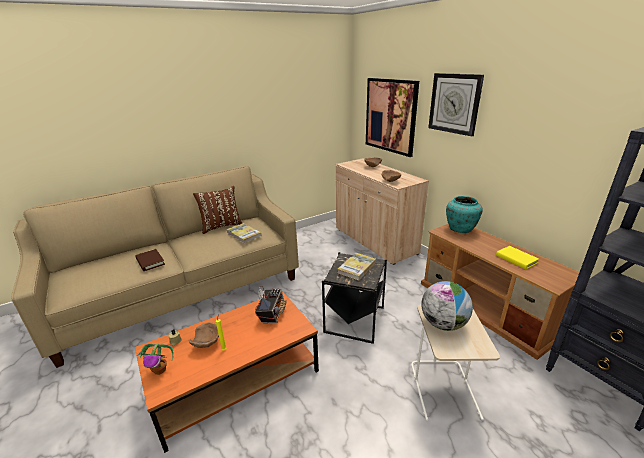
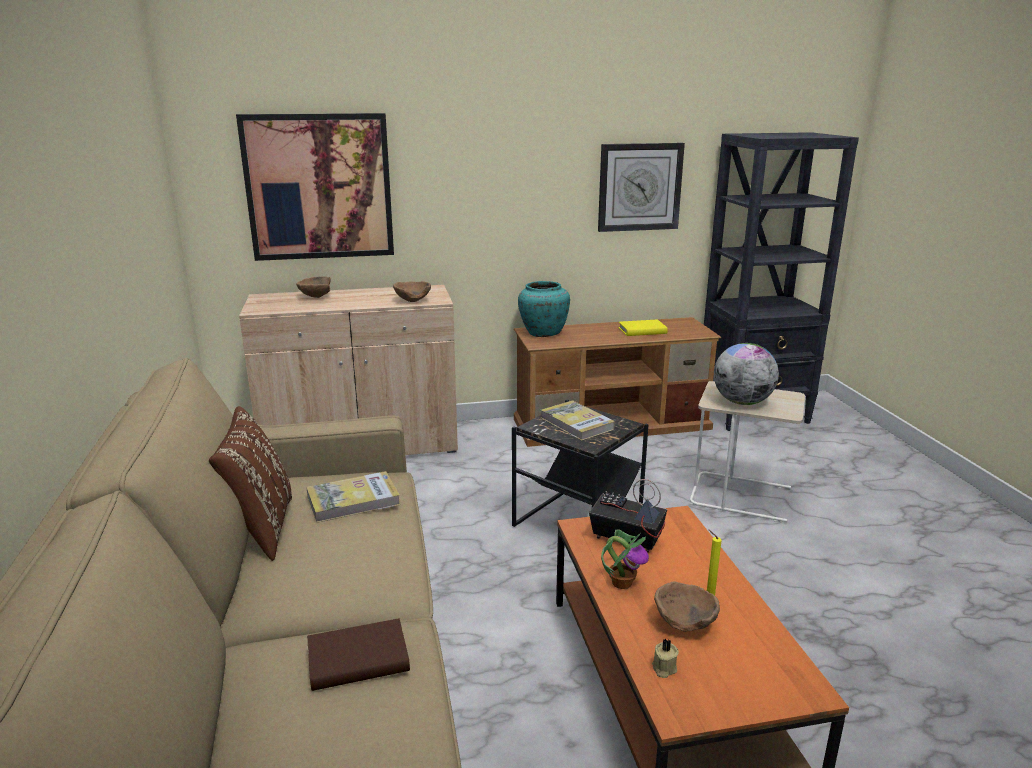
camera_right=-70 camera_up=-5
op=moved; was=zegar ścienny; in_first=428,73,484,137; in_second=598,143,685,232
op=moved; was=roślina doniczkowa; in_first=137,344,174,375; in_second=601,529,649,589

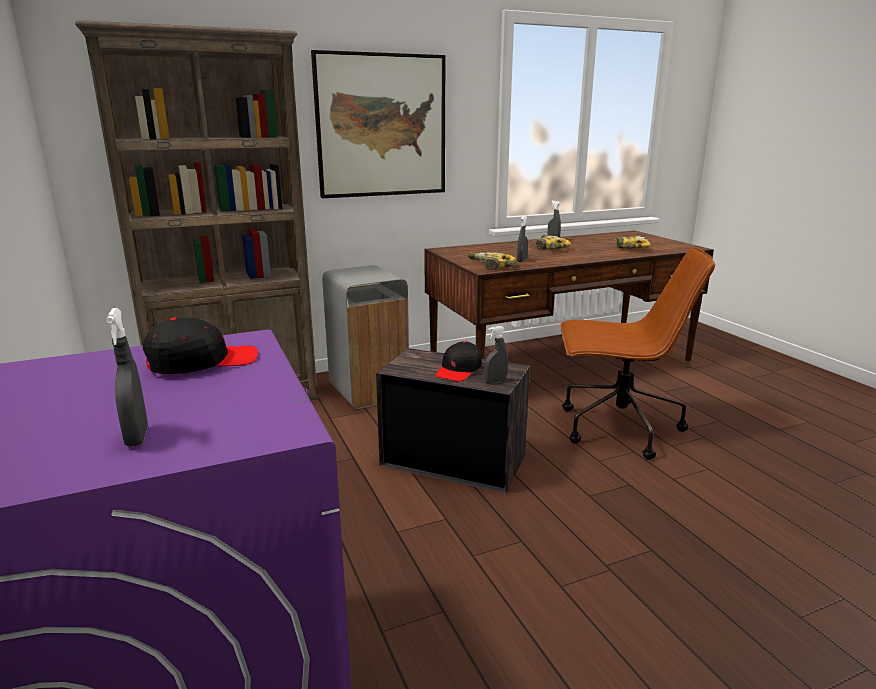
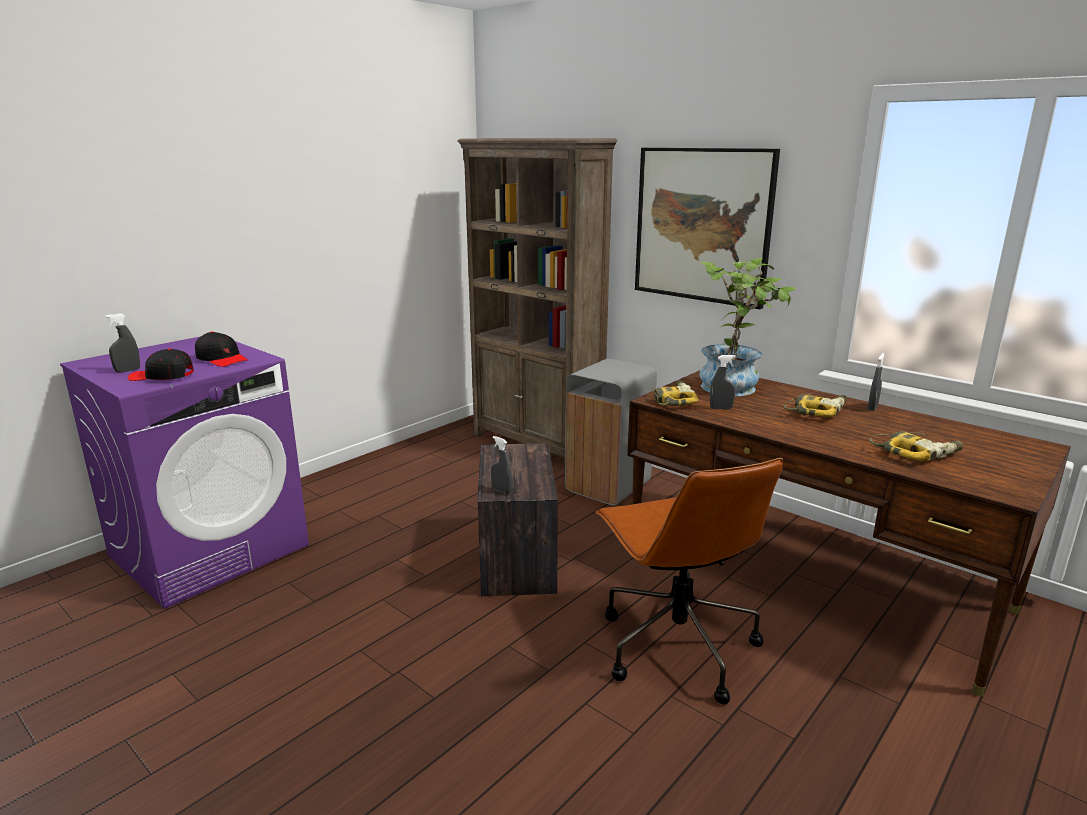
camera_right=65 camera_up=0
op=moved; was=czapka z daszkiem [czarny]; in_first=436,341,482,382; in_second=128,348,194,381
op=added; now=roślina doniczkowa; in_second=699,258,797,396

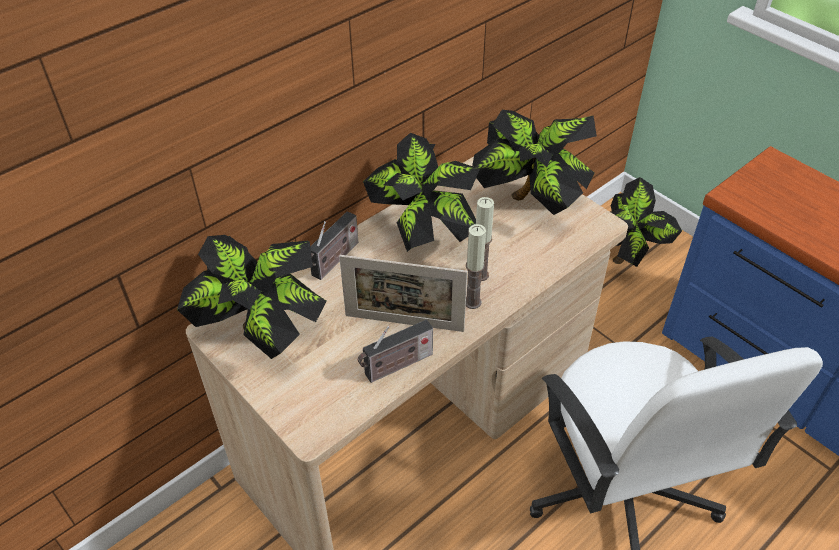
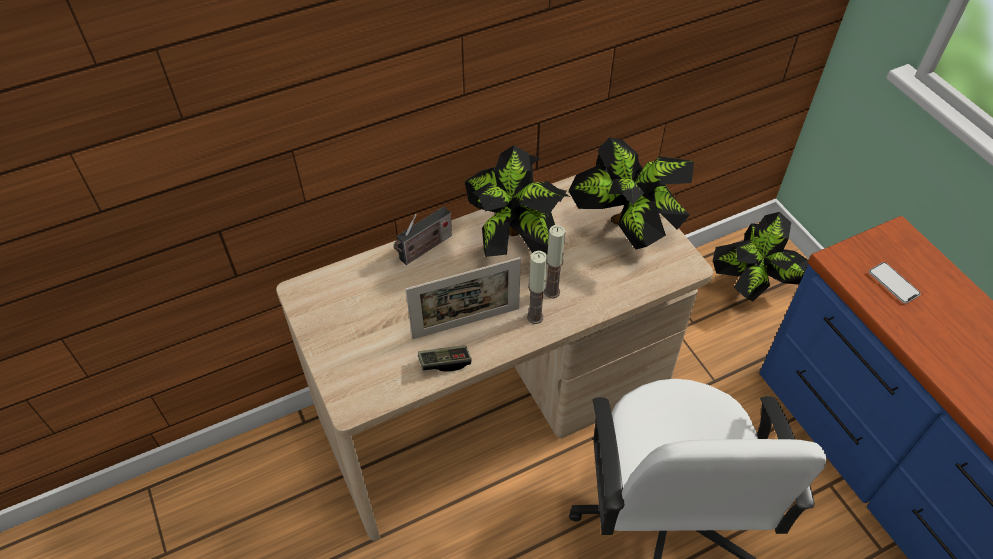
camera_right=15 camera_up=5
op=turned; was=ramka na zdjęcie; in_first=339,255,467,332; in_second=405,257,521,339; clockwise=-45
op=replaced; was=radio; now=pad do gier; in_first=358,320,433,383; in_second=418,345,472,372
op=added; now=telefon; in_second=869,262,921,304
op=removed; was=roślina doniczkowa; in_first=177,235,327,359

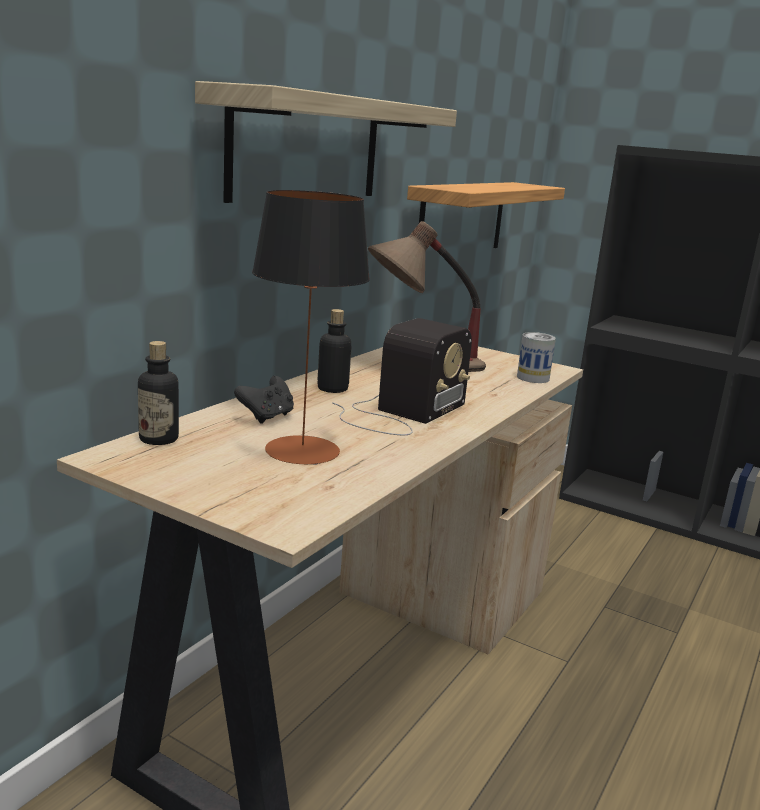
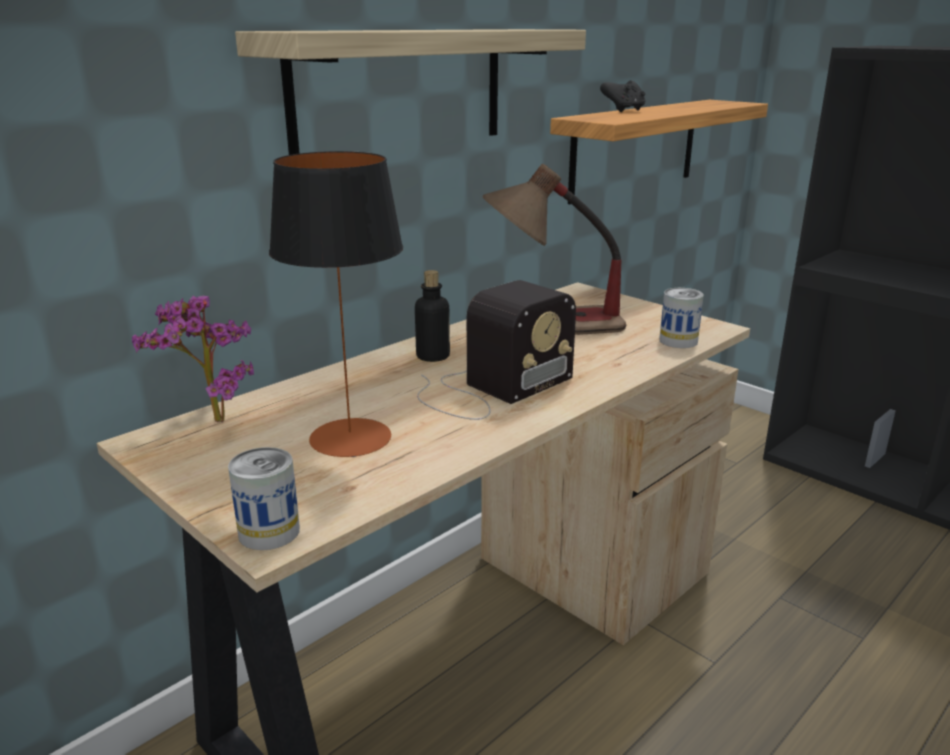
camera_right=15 camera_up=5
op=replaced; was=butelka; now=roślina doniczkowa; in_first=138,341,179,445; in_second=132,296,254,423
op=added; now=puszka; in_second=228,447,300,550
op=moved; was=pad do gier [czarny]; in_first=234,376,294,424; in_second=600,81,646,112

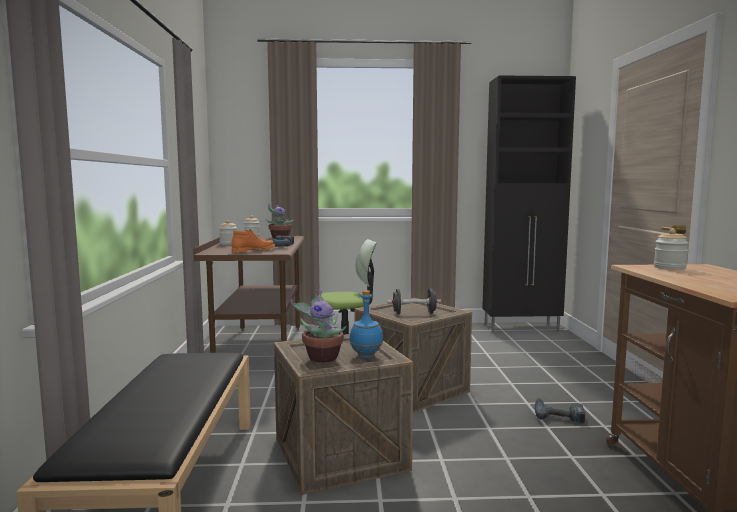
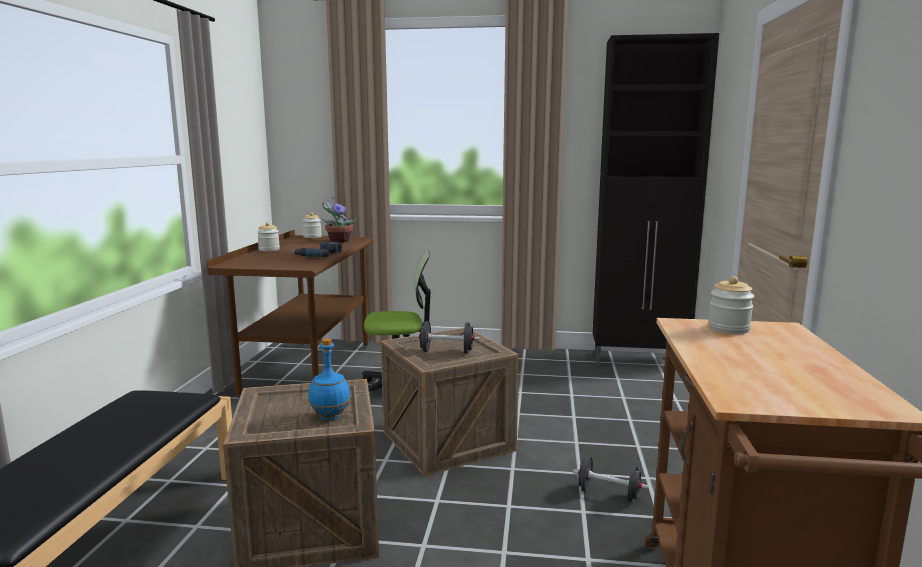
camera_right=10 camera_up=5
op=replaced; was=wiertarka; now=hantel [czarny]; in_first=535,398,585,424; in_second=573,456,648,503
op=removed; was=but z cholewką [pomarańczowy]; in_first=232,229,275,253
op=removed; was=roślina doniczkowa; in_first=290,290,346,362

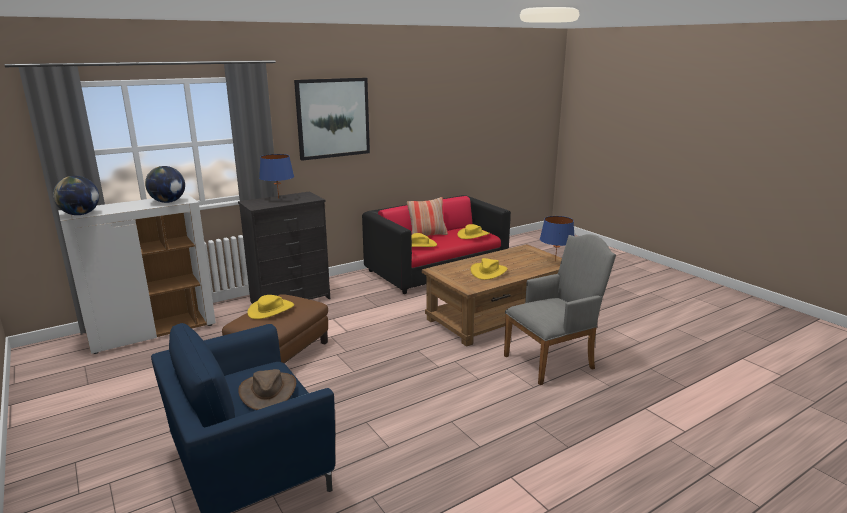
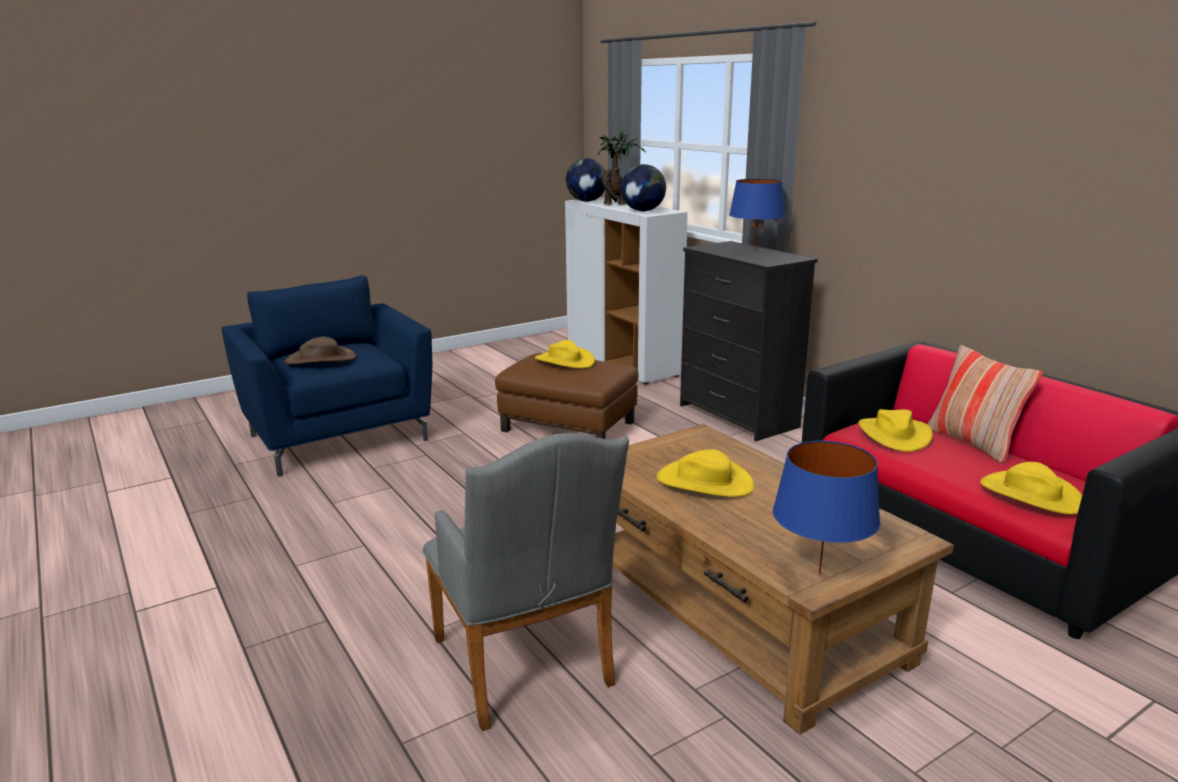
camera_right=90 camera_up=0
op=added; now=roślina doniczkowa; in_second=597,130,646,205
op=removed; was=obraz; in_first=294,78,370,161

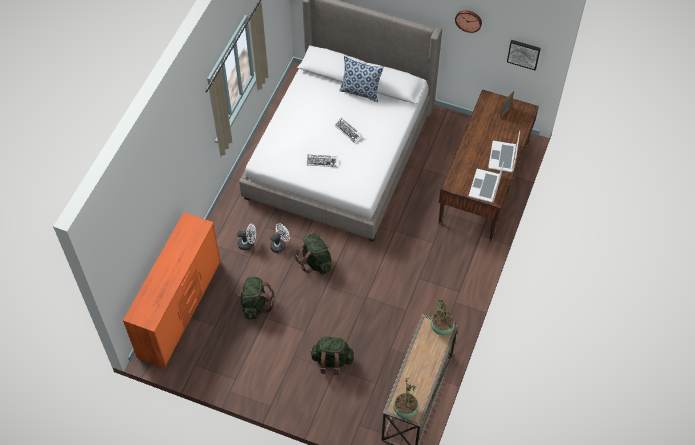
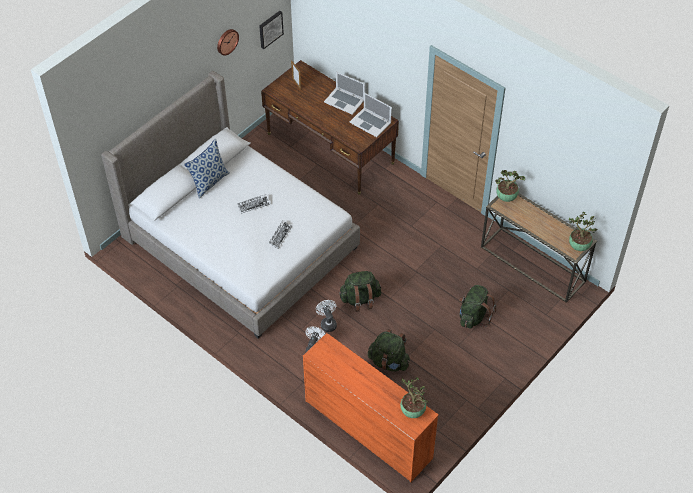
camera_right=-70 camera_up=-5
op=added; now=roślina doniczkowa; in_second=400,377,430,418

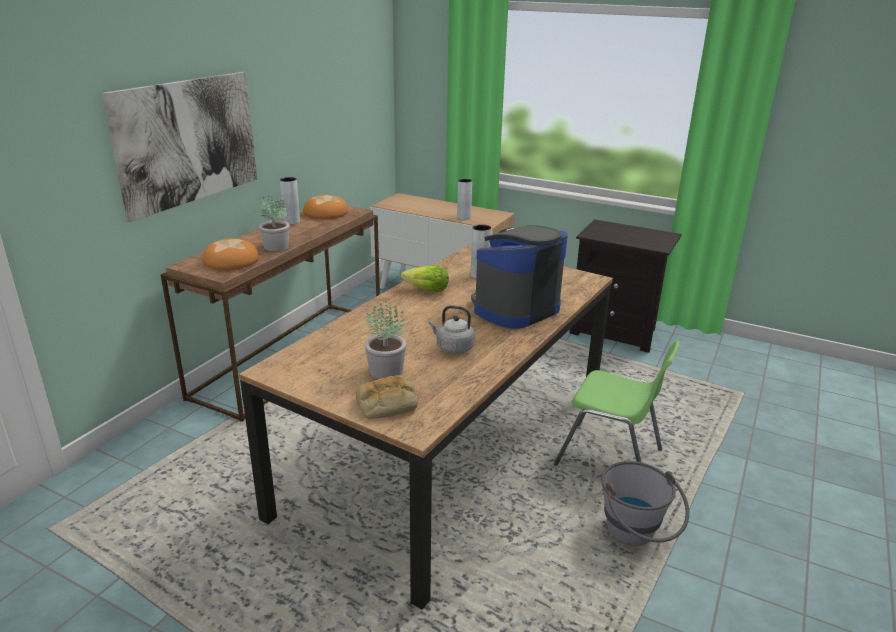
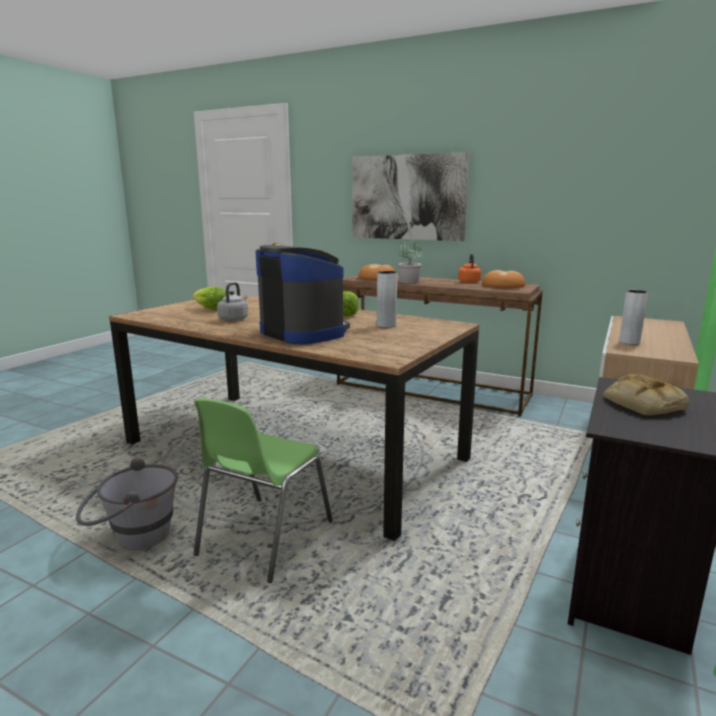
camera_right=90 camera_up=-10
op=replaced; was=roślina doniczkowa; now=sałata; in_first=365,301,406,379; in_second=192,287,226,310
op=replaced; was=wazon [szary]; now=czajnik [pomarańczowy]; in_first=280,177,300,225; in_second=458,254,481,283
op=moved; was=chleb; in_first=356,375,418,419; in_second=603,374,689,415

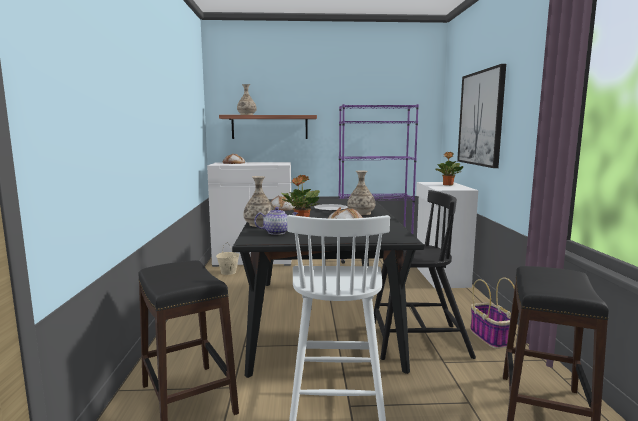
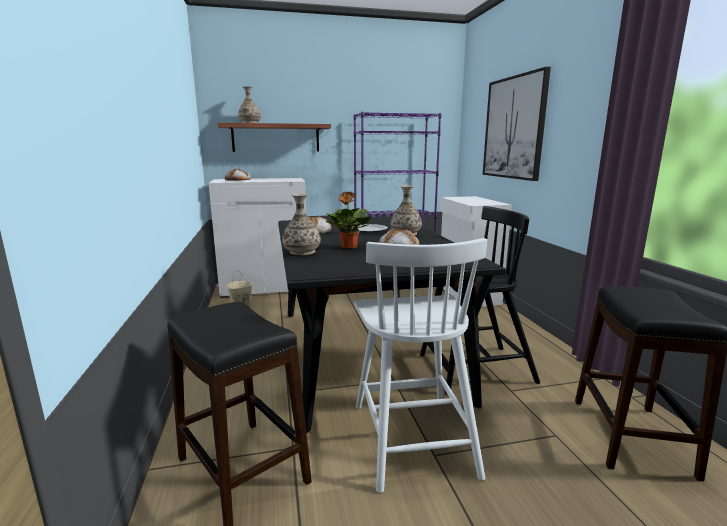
camera_right=-10 camera_up=5
op=removed; was=imbryk; in_first=254,207,298,235
op=removed; was=roślina doniczkowa; in_first=435,152,464,186
op=removed; was=koszyk; in_first=470,277,515,349

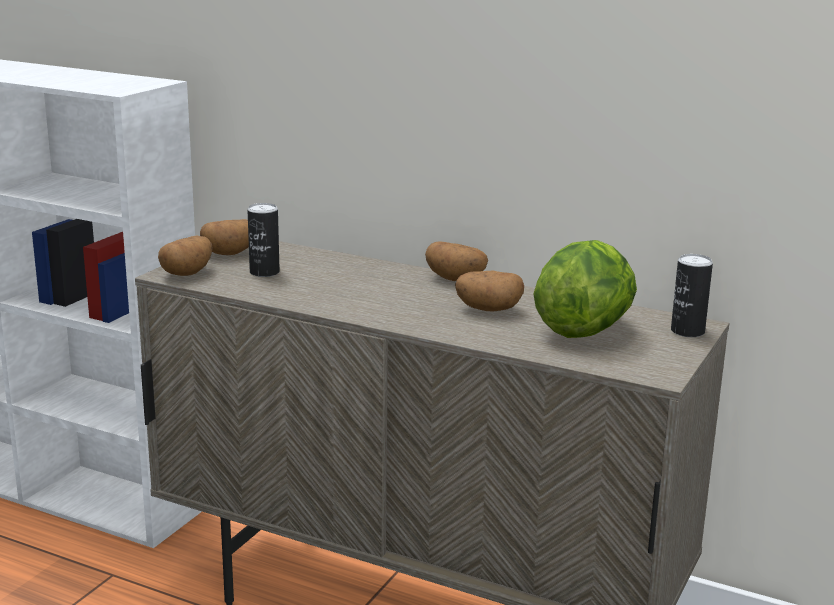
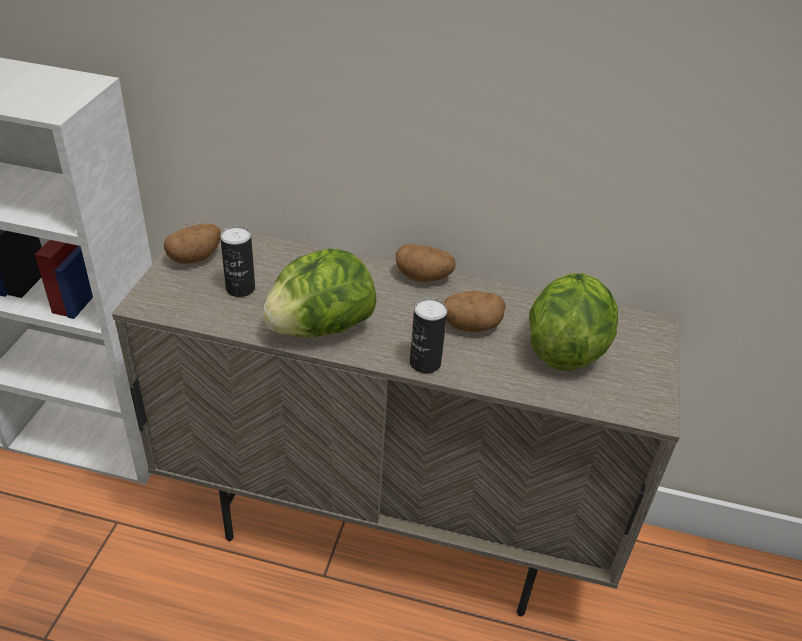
camera_right=-15 camera_up=20
op=added; now=sałata; in_second=263,249,377,337
op=moved; was=puszka; in_first=671,254,713,337; in_second=410,298,447,373
op=removed; was=ziemniak; in_first=158,236,213,276

